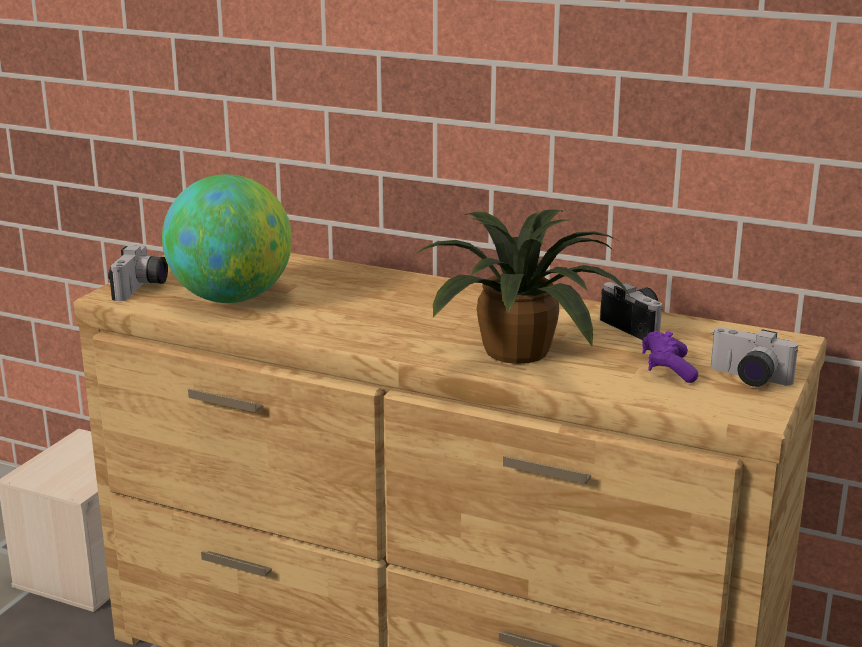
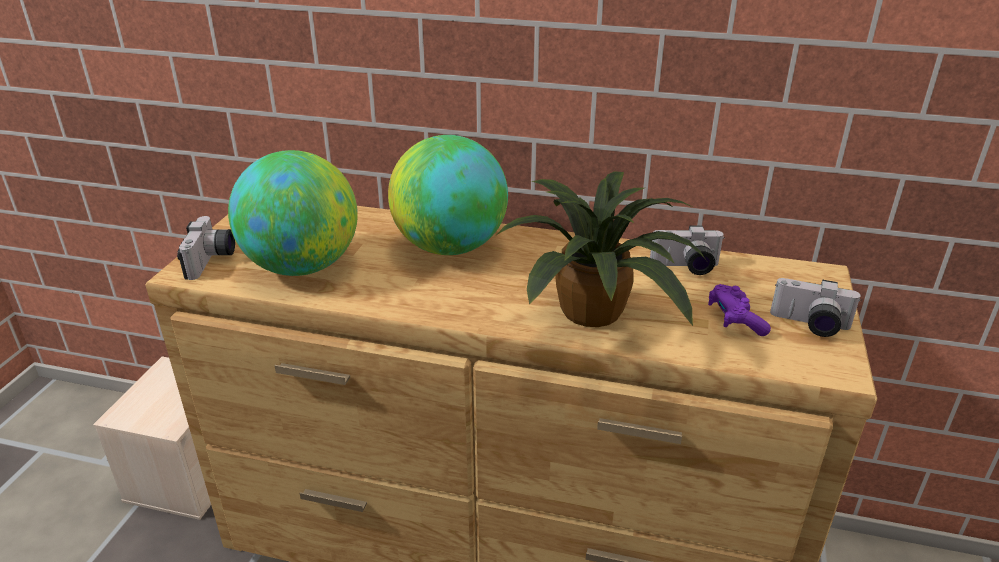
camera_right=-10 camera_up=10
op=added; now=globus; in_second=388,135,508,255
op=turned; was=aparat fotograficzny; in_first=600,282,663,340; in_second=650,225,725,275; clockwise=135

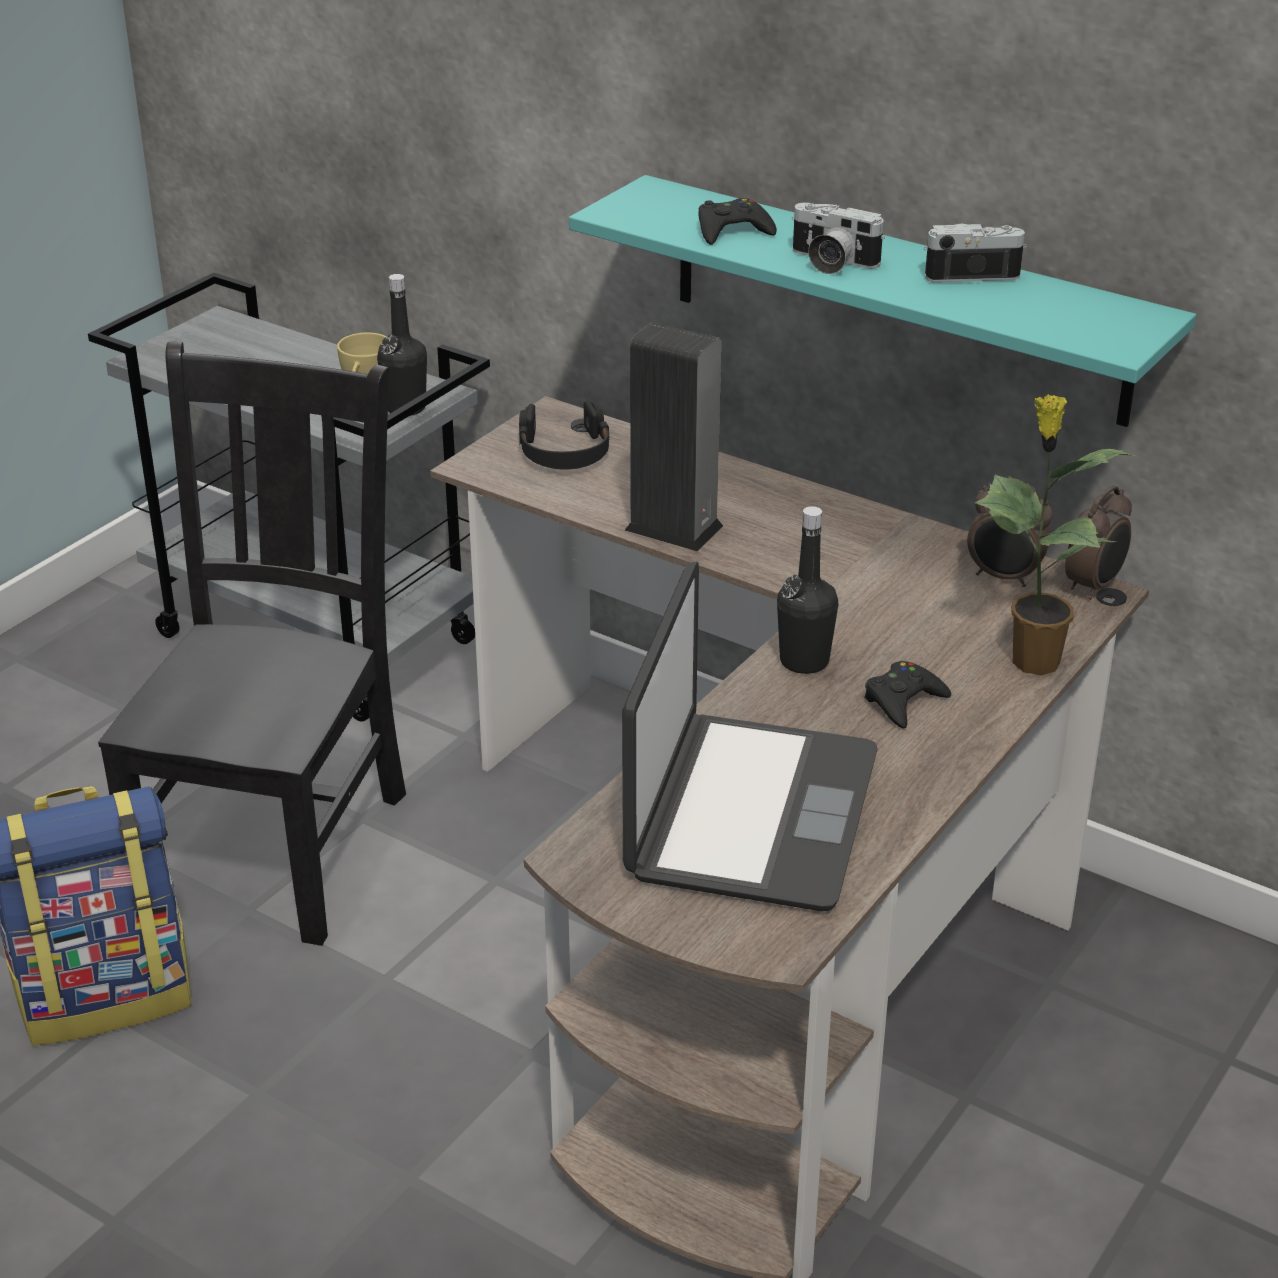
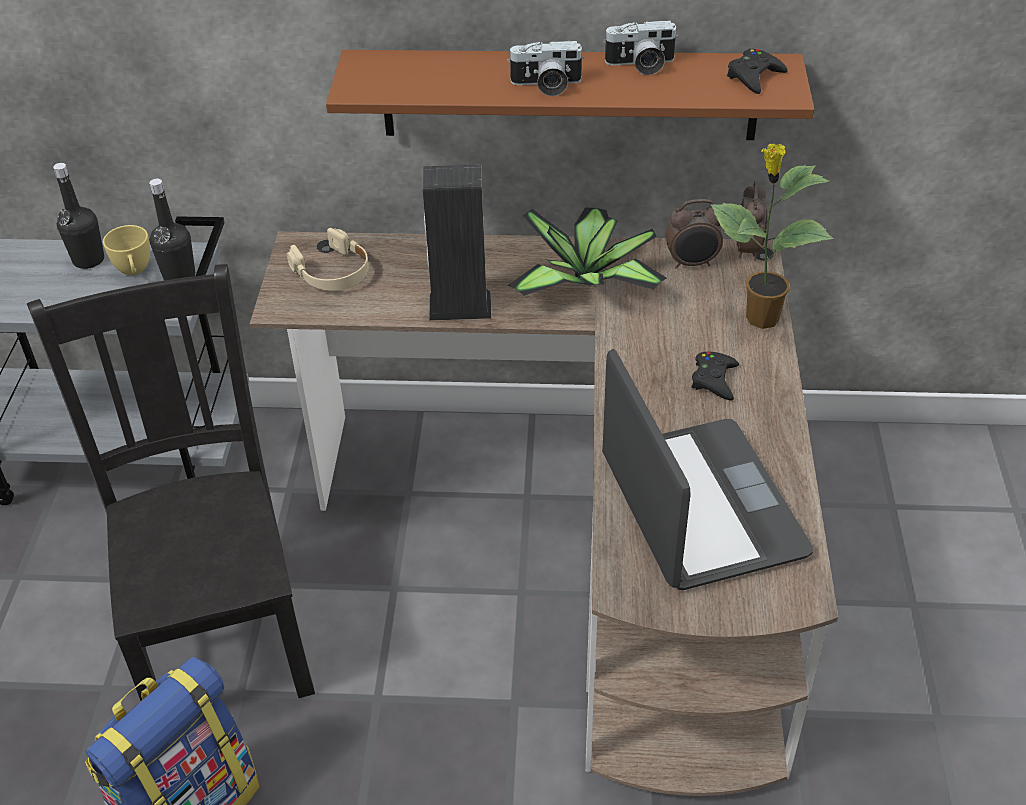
camera_right=-30 camera_up=10
op=moved; was=butelka [czarny]; in_first=777,506,838,674; in_second=53,163,104,269
op=recoloured; was=słuchawki [czarny]; now=słuchawki [beżowy]; in_first=519,400,610,470; in_second=287,228,369,291
op=recoloured; was=półka [turkusowy]; now=półka [brązowy]; in_first=569,175,1196,427; in_second=326,50,814,140
op=added; now=roślina doniczkowa; in_second=507,207,667,296
op=turned; was=aparat fotograficzny; in_first=924,224,1027,282; in_second=603,20,678,75; clockwise=-150
op=moved; was=pad do gier [czarny]; in_first=698,198,777,245; in_second=727,49,788,94

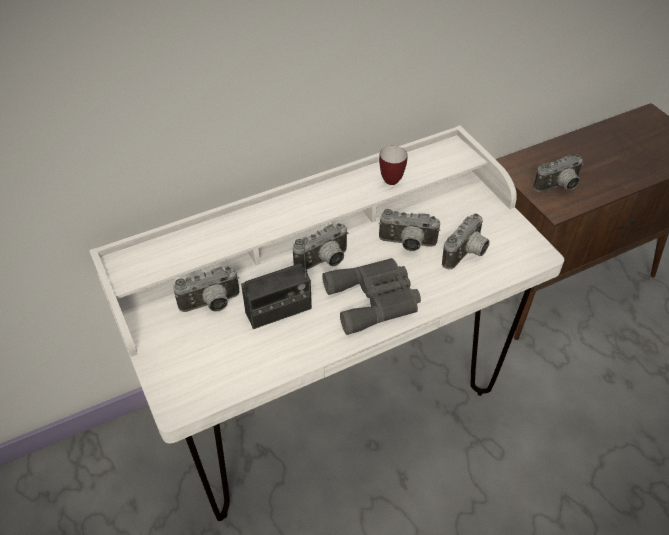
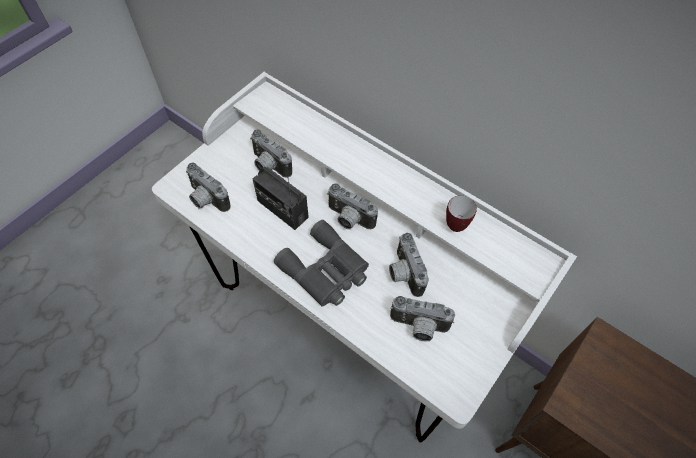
camera_right=65 camera_up=10
op=moved; was=aparat fotograficzny; in_first=533,155,583,192; in_second=186,162,231,212

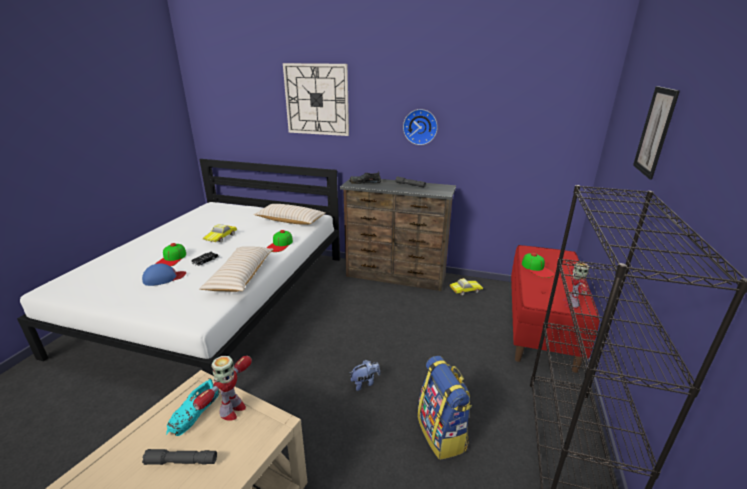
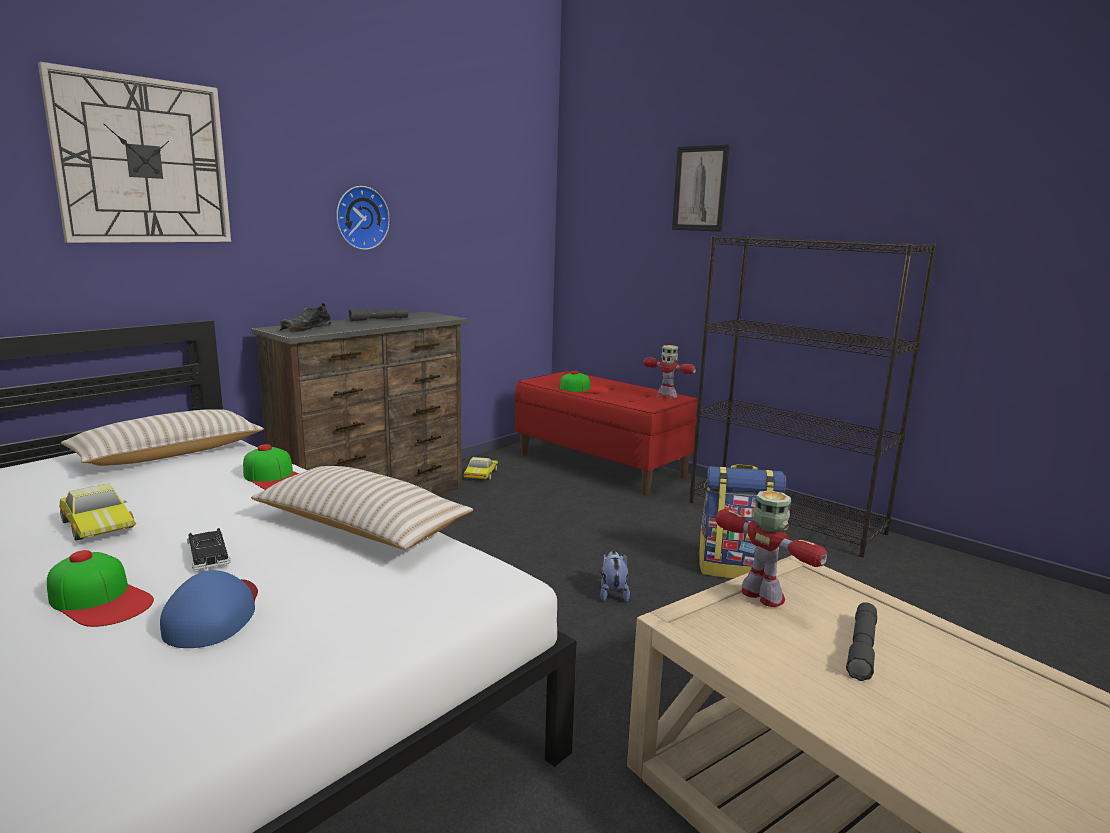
camera_right=-65 camera_up=-10
op=removed; was=but [turkusowy]; in_first=166,378,219,436

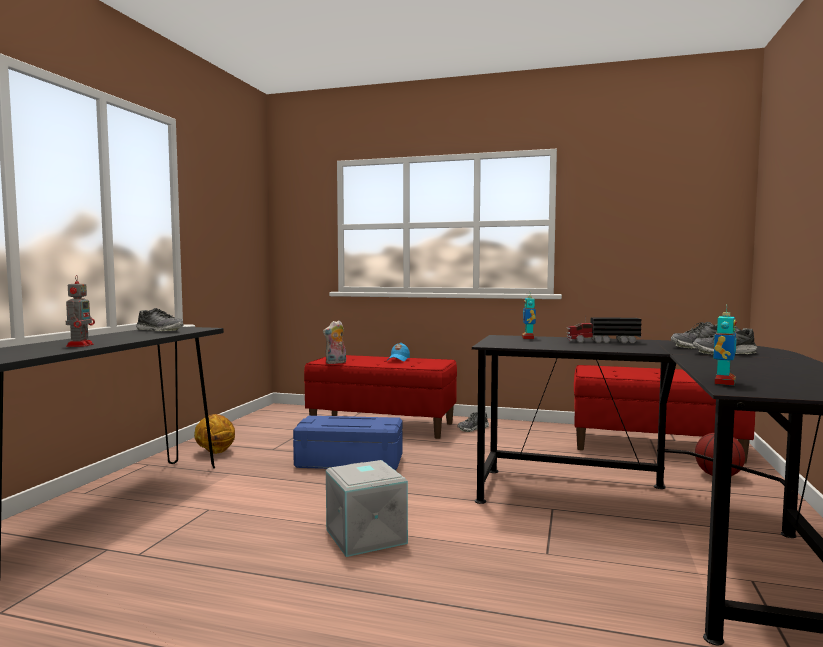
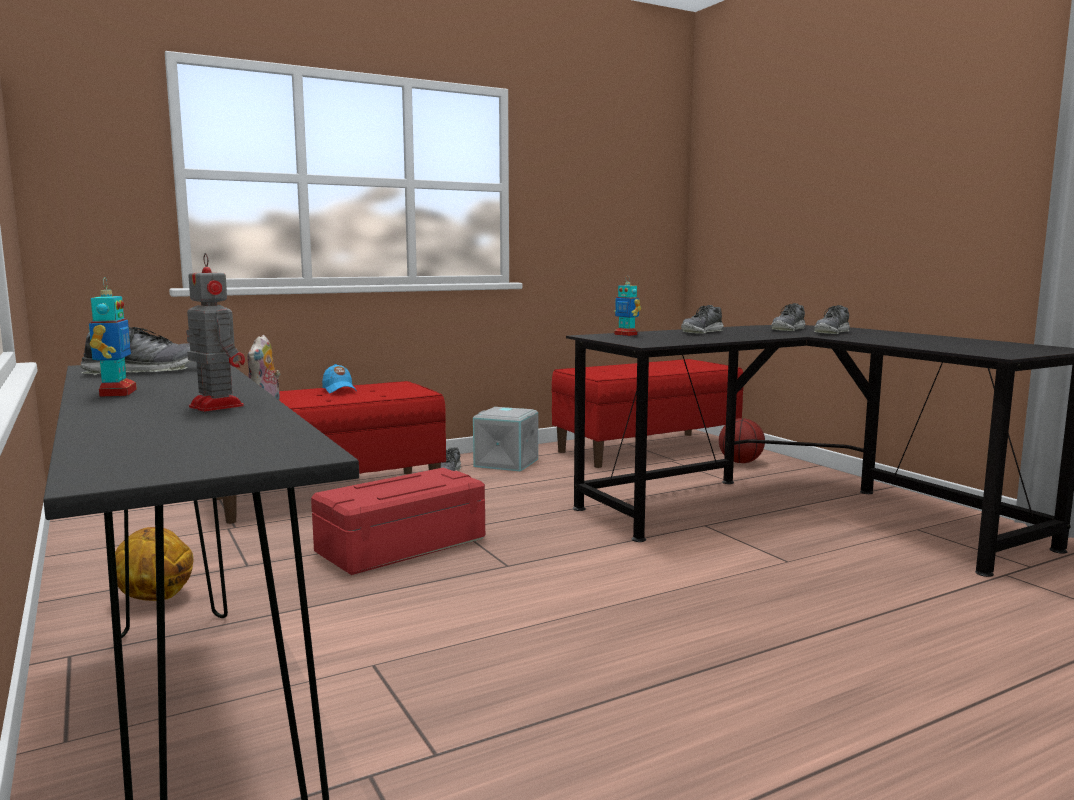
camera_right=-45 camera_up=5
op=moved; was=robot zabawkowy; in_first=714,305,737,386; in_second=89,277,137,397
op=recoloured; was=pojemnik do przechowywania [niebieski]; now=pojemnik do przechowywania [czerwony]; in_first=293,416,402,470; in_second=311,467,485,575
op=moved; was=pojemnik do przechowywania [szary]; in_first=326,460,408,557; in_second=473,407,538,472
op=replaced; was=ciężarówka zabawkowa; now=but; in_first=567,317,641,343; in_second=681,305,723,334

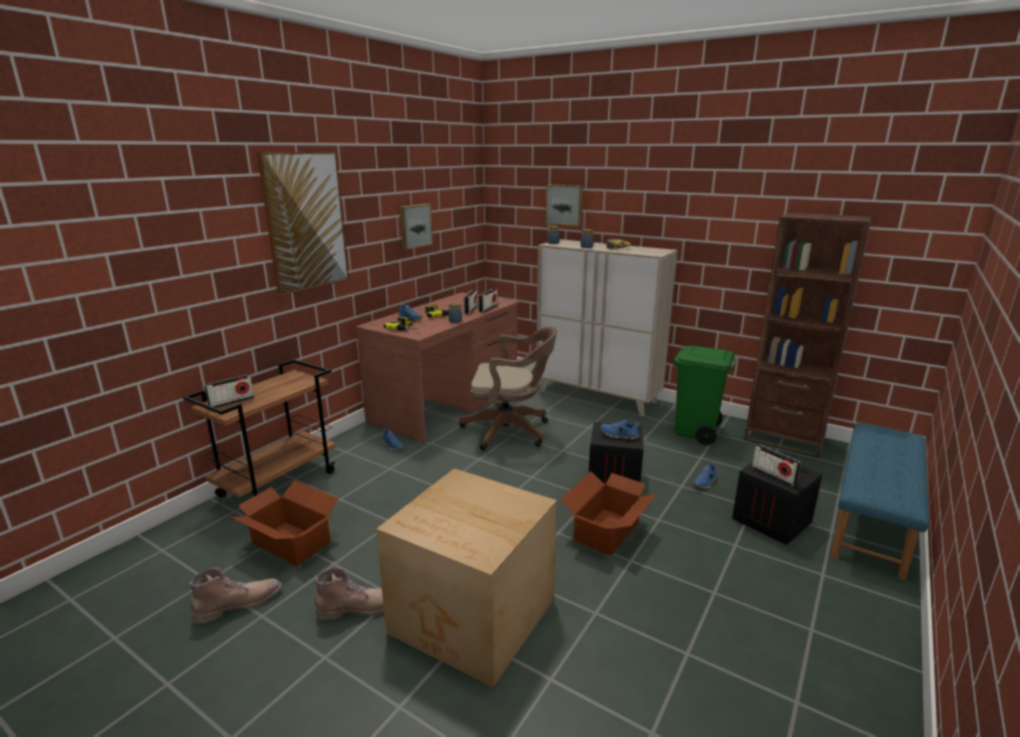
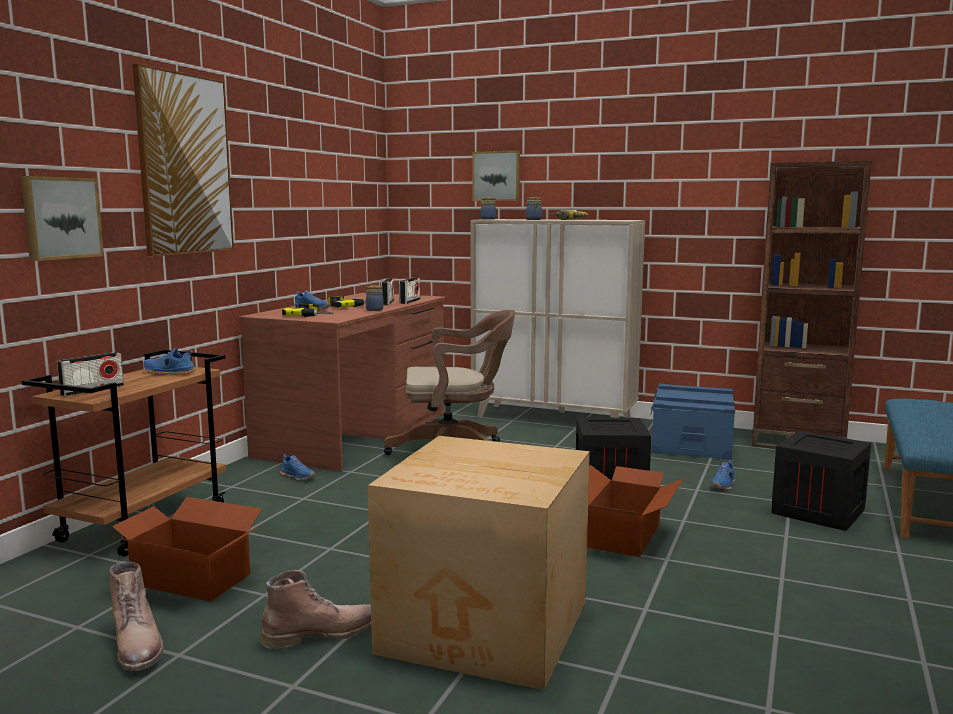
camera_right=-10 camera_up=-10
op=moved; was=obraz; in_first=400,204,433,250; in_second=21,176,104,261
op=turned; was=but z cholewką [brązowy]; in_first=190,567,282,624; in_second=109,561,164,671; clockwise=105
op=moved; was=but [niebieski]; in_first=601,420,639,440; in_second=143,348,196,375
op=replaced; was=kosz na śmieci [zielony]; now=pojemnik do przechowywania [niebieski]; in_first=674,346,738,445; in_second=650,384,735,460
op=removed; was=radio; in_first=752,445,801,486

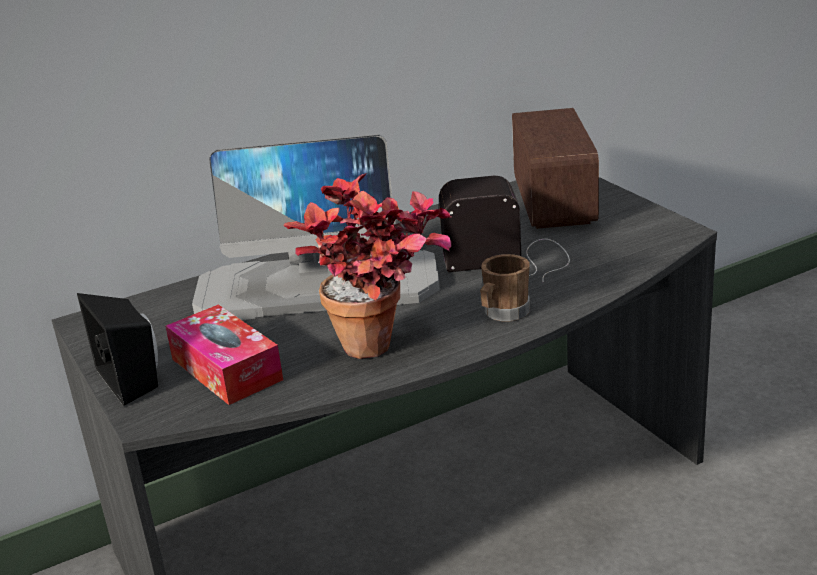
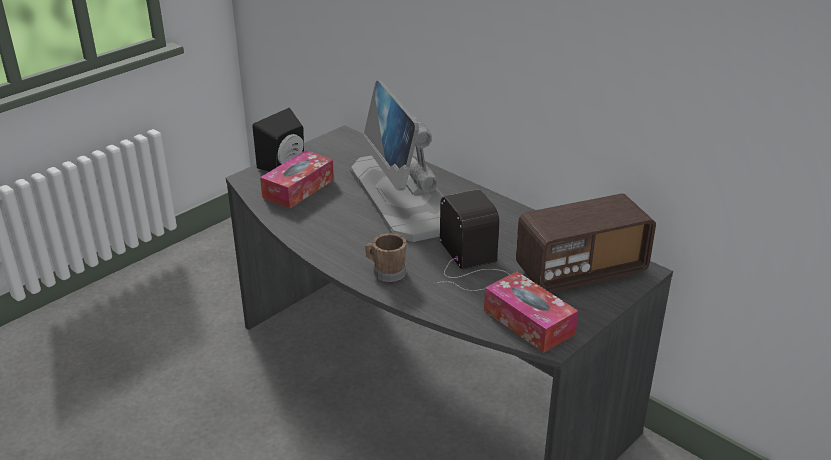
camera_right=70 camera_up=5
op=added; now=pudełko chusteczek; in_second=484,272,578,353
op=removed; was=roślina doniczkowa; in_first=283,173,451,359

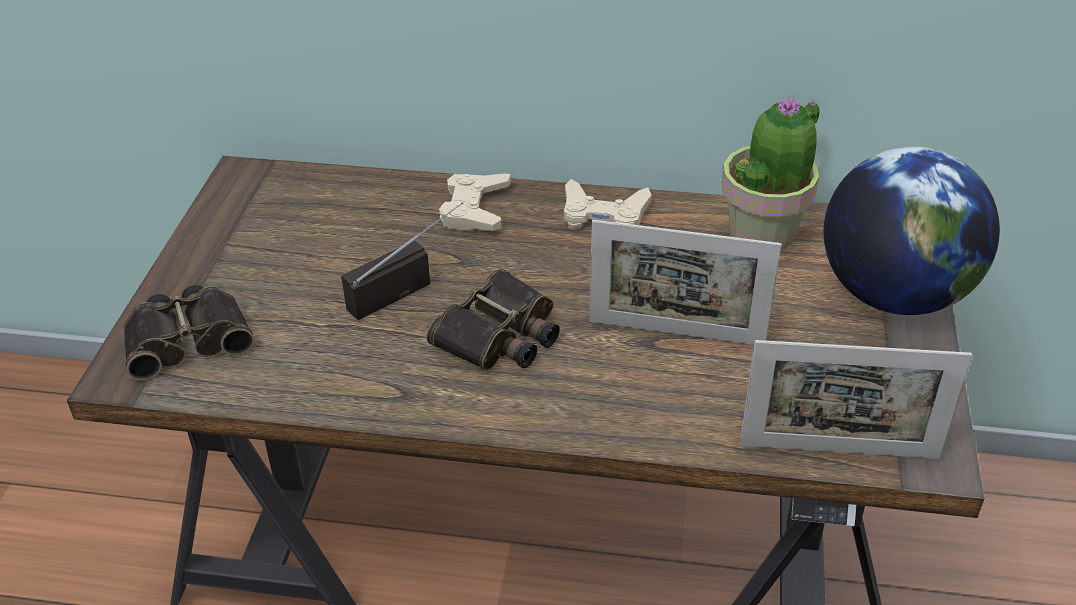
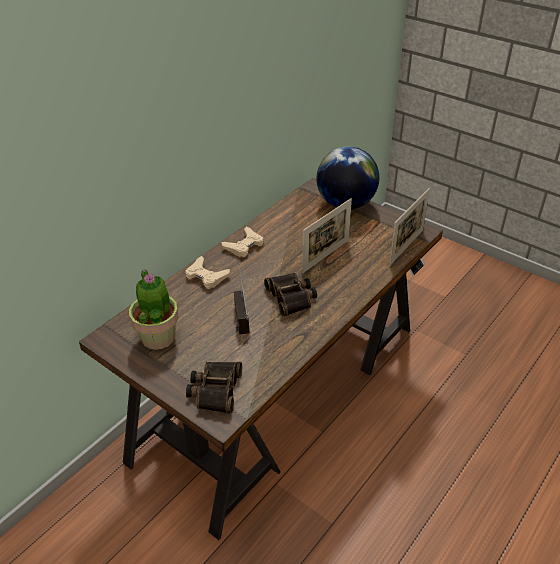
camera_right=-60 camera_up=0
op=moved; was=roślina doniczkowa; in_first=722,96,820,250; in_second=129,269,179,350

